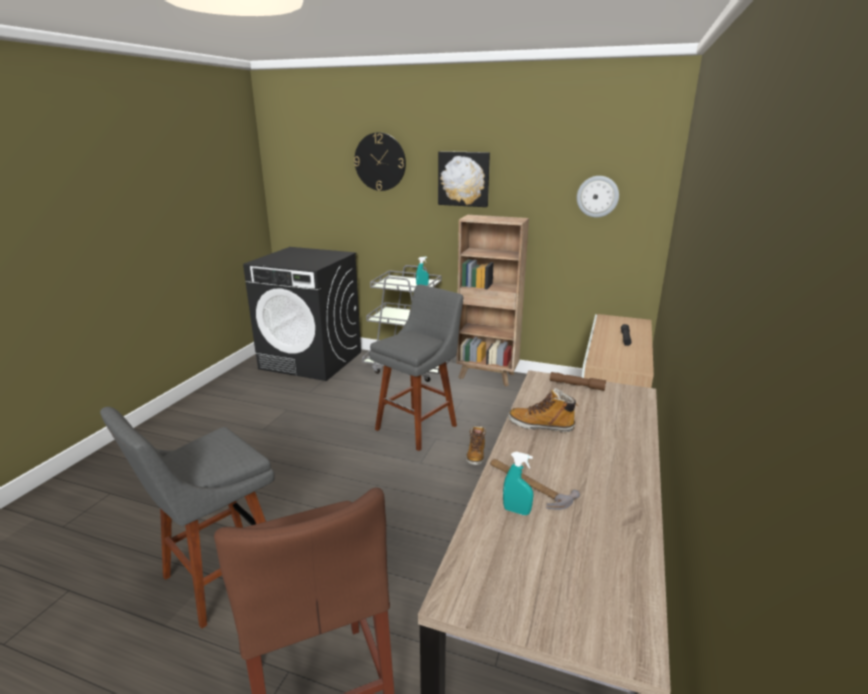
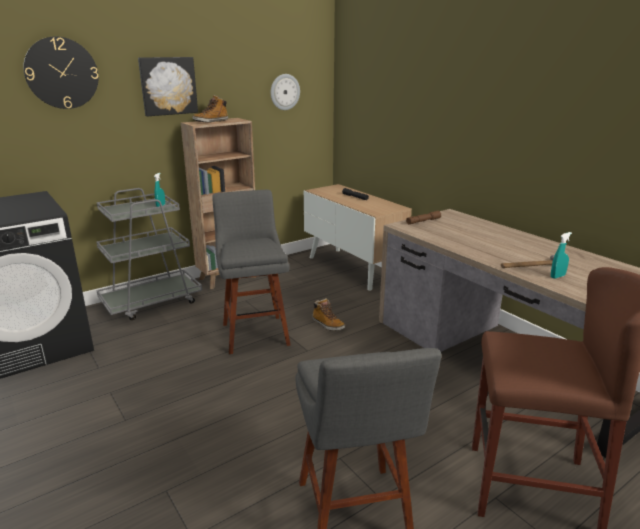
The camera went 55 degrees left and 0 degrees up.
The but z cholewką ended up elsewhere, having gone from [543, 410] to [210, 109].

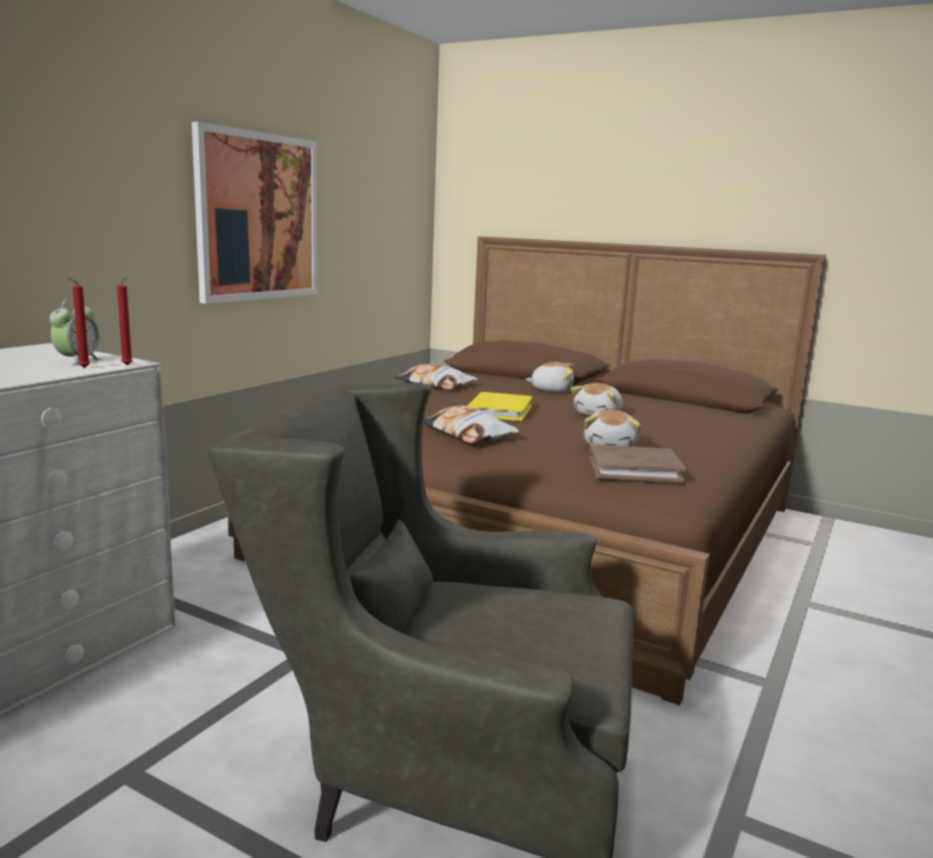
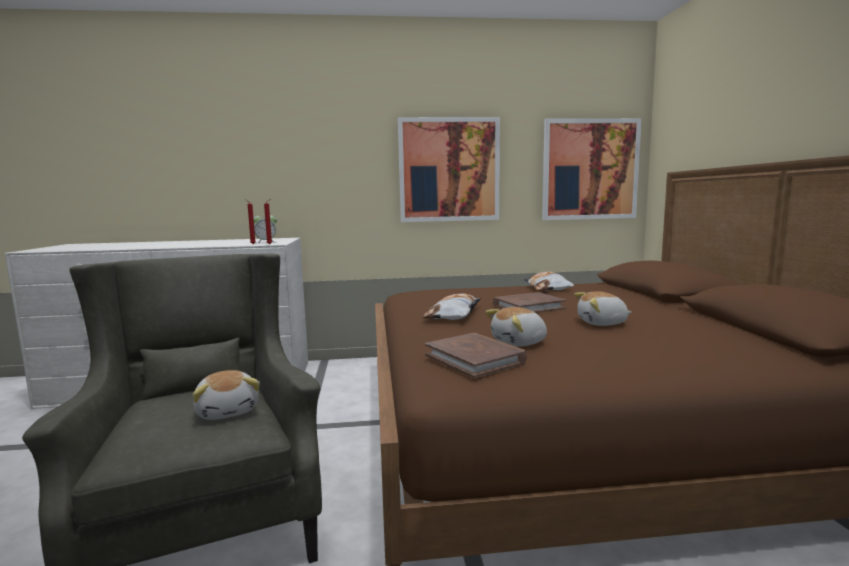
The camera went 55 degrees right and 5 degrees down.
What was the książka (żółty) at [500, 406] turned into the książka (brązowy) at [529, 302].
The pluszak ended up elsewhere, having gone from [550, 377] to [226, 395].
The second view gained the obraz at [592, 169].

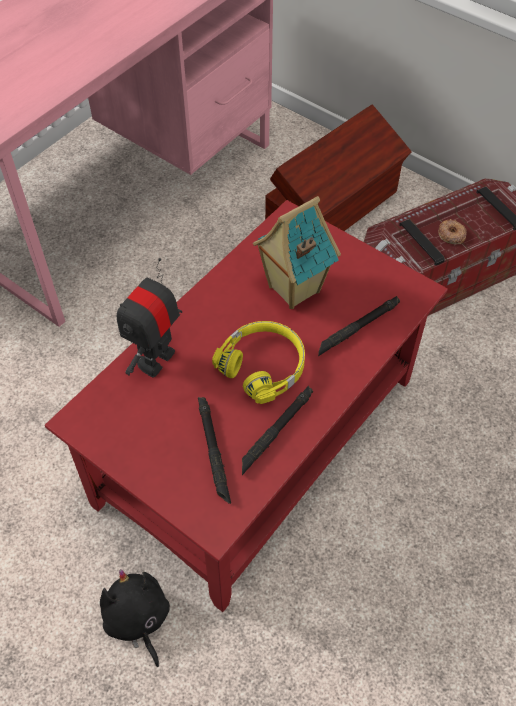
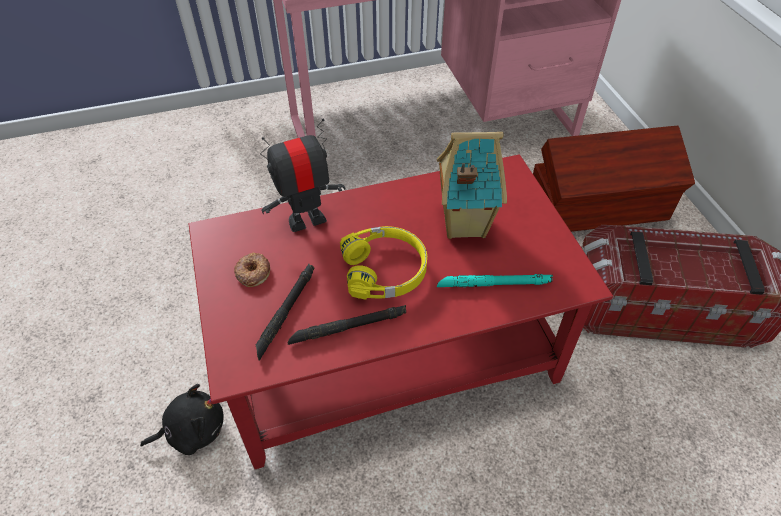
The camera went 35 degrees right and 5 degrees down.
The pluszak (czarny) at [135, 618] ended up facing another way, 60 degrees clockwise from before.
What was the latarka (czarny) at [359, 326] turned into the latarka (turkusowy) at [495, 280].
The donut ended up elsewhere, having gone from [452, 231] to [252, 270].

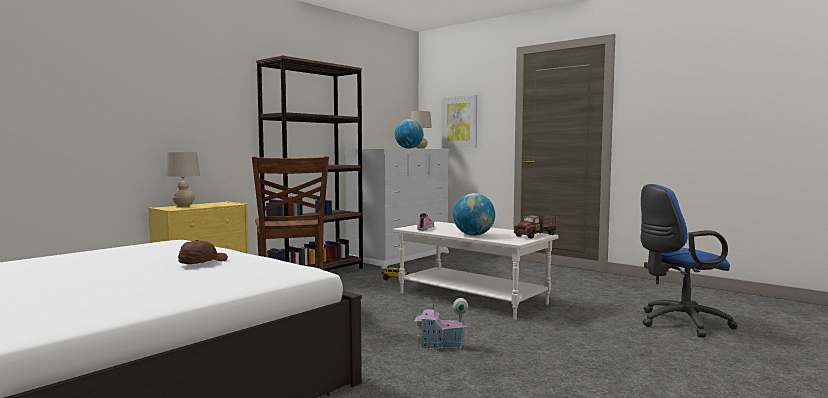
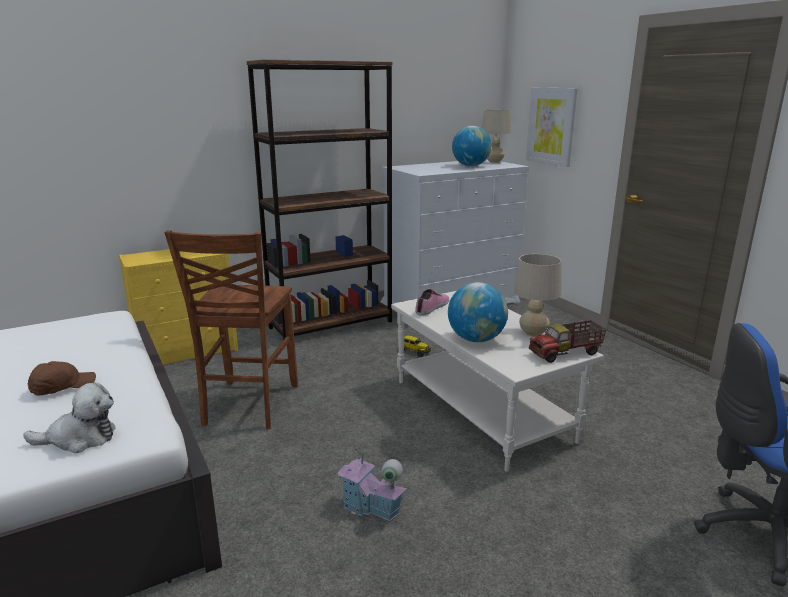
The camera went 20 degrees right and 15 degrees up.
The lampa stołowa (beżowy) ended up elsewhere, having gone from [182, 179] to [537, 295].
The second view gained the pluszak at [69, 418].

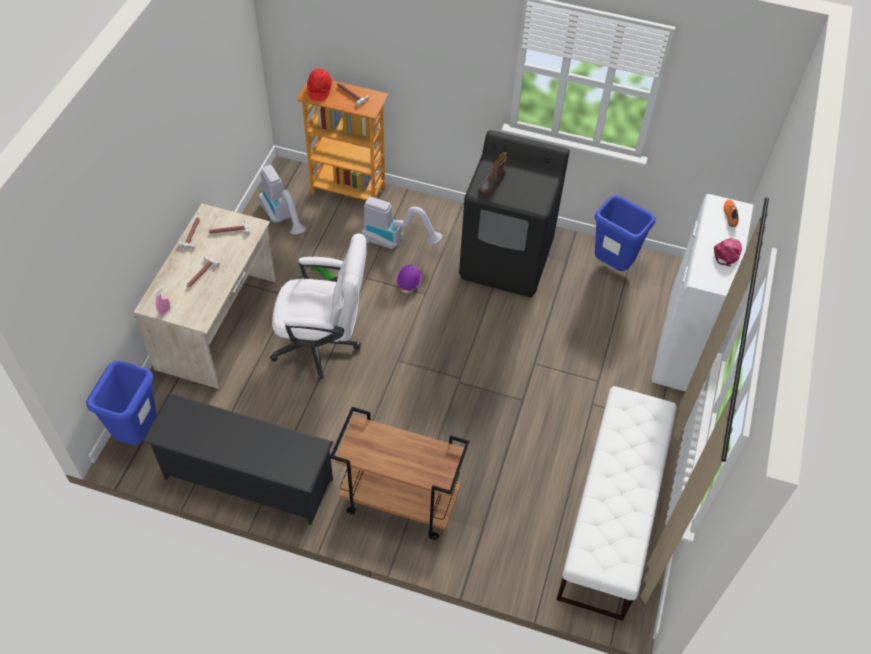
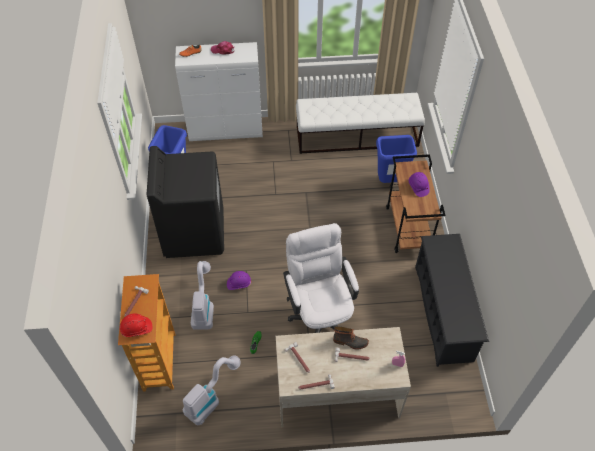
The camera went 110 degrees left and 0 degrees up.
The kosz na śmieci (niebieski) ended up elsewhere, having gone from [121, 403] to [396, 159].
The but z cholewką ended up elsewhere, having gone from [493, 173] to [351, 338].
The second view gained the kask (fioletowy) at [419, 184].

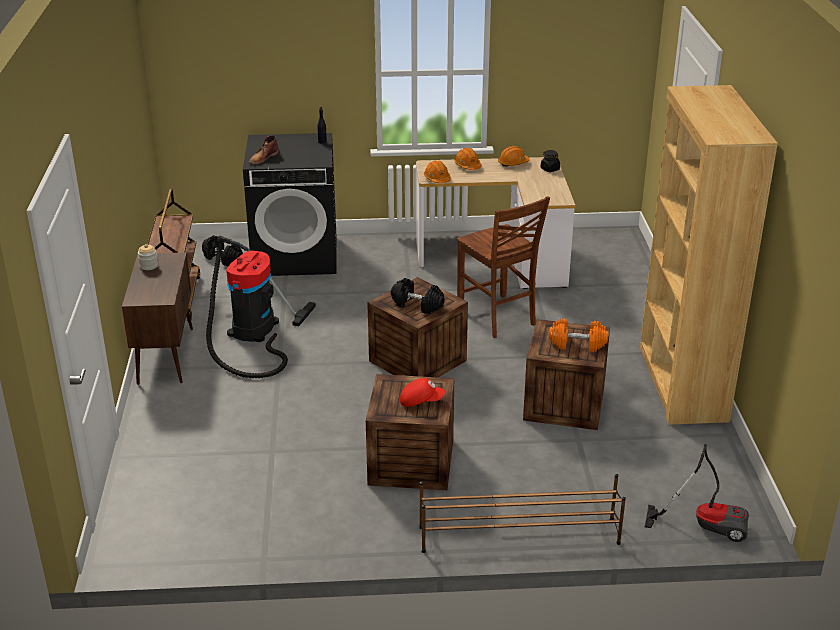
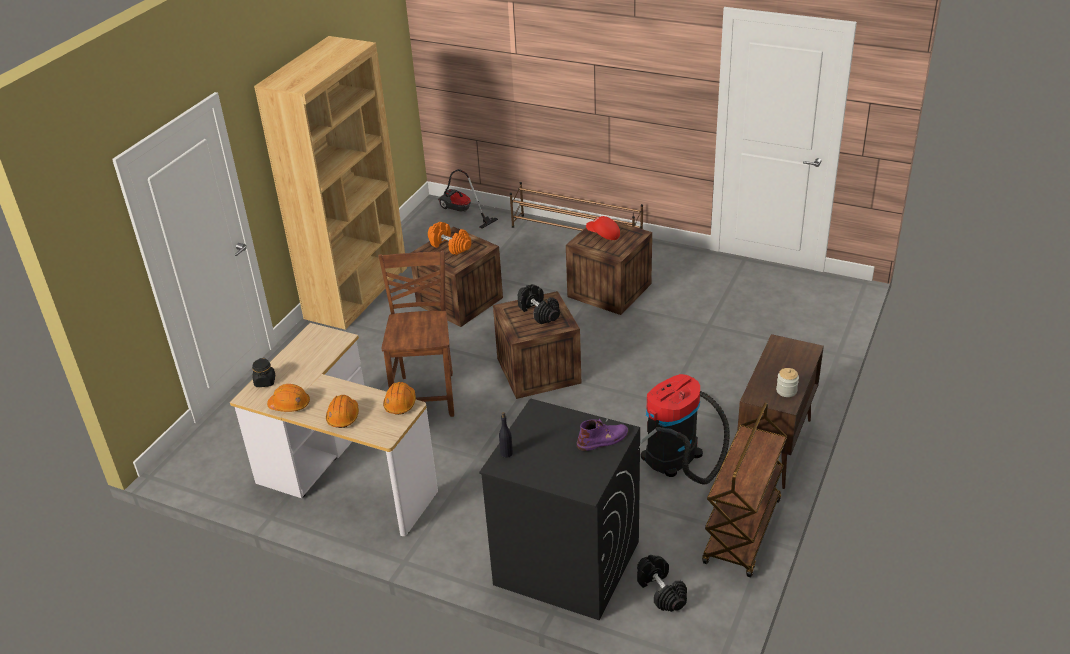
The camera went 150 degrees left and 5 degrees up.
What was the but z cholewką (brązowy) at [264, 150] turned into the but z cholewką (fioletowy) at [603, 435].

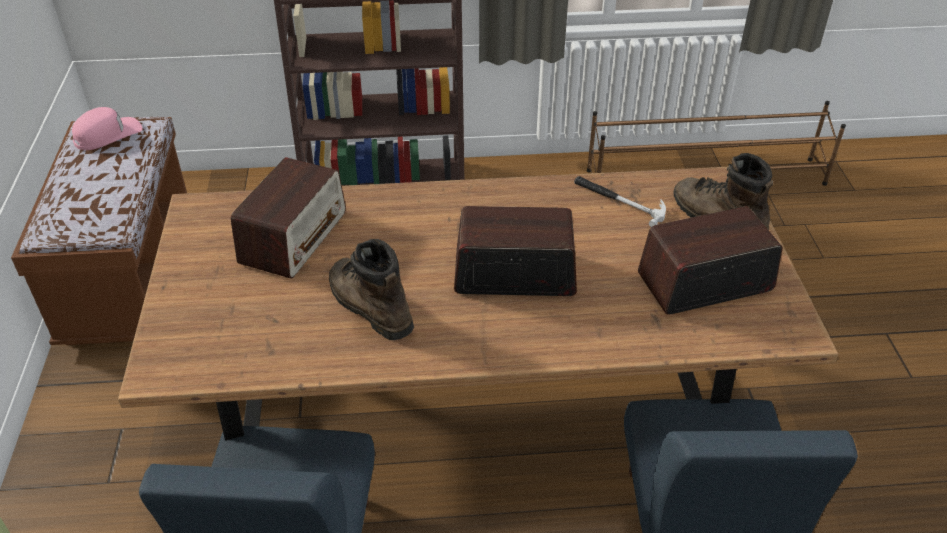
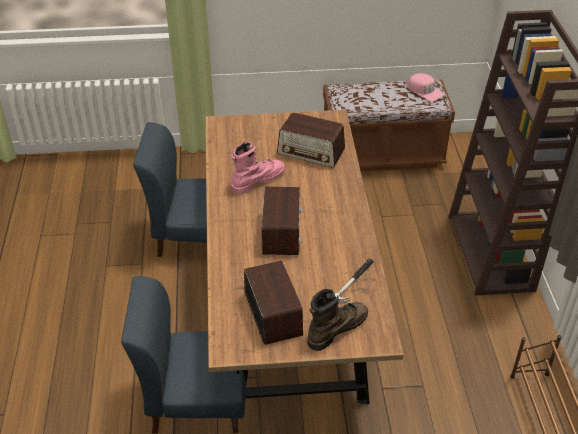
The camera went 90 degrees right and 0 degrees up.
What was the but z cholewką (brązowy) at [371, 289] turned into the but z cholewką (różowy) at [258, 168].

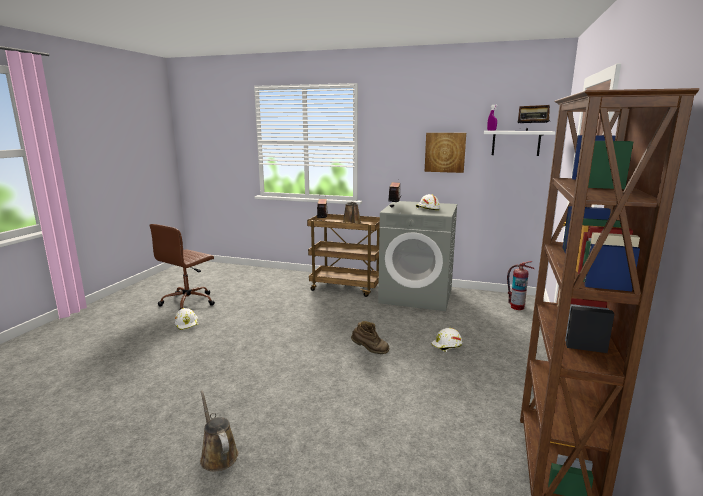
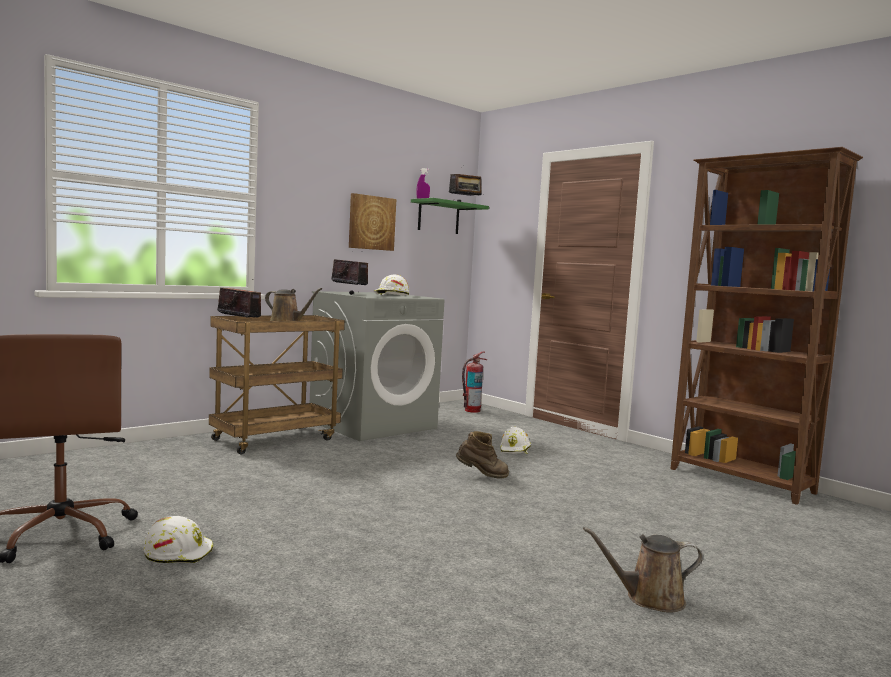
The camera went 60 degrees left and 10 degrees down.
The but z cholewką (brązowy) at [370, 337] ended up facing another way, 45 degrees clockwise from before.
What was the półka (biały) at [519, 143] turned into the półka (zielony) at [450, 216].

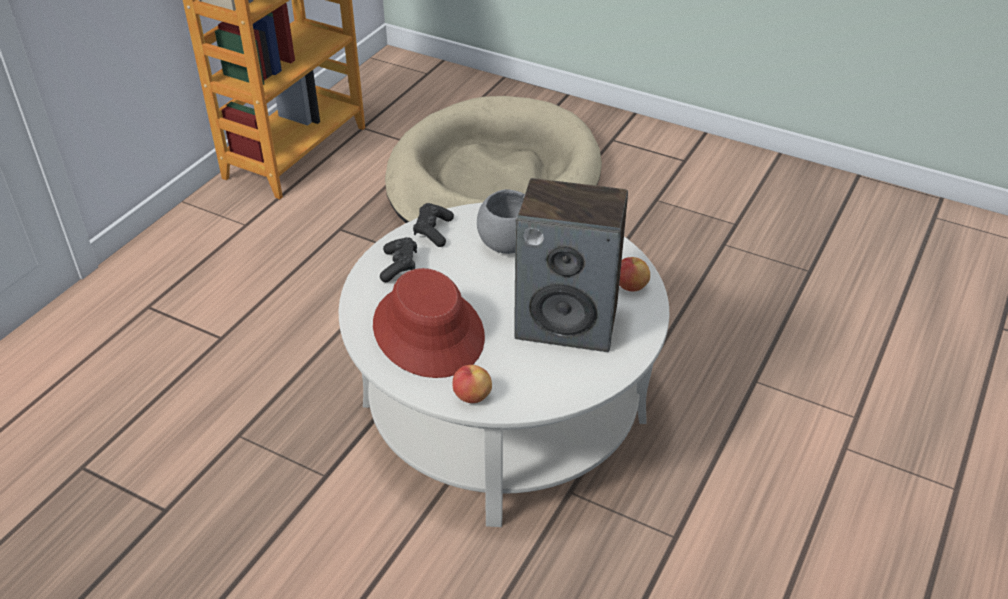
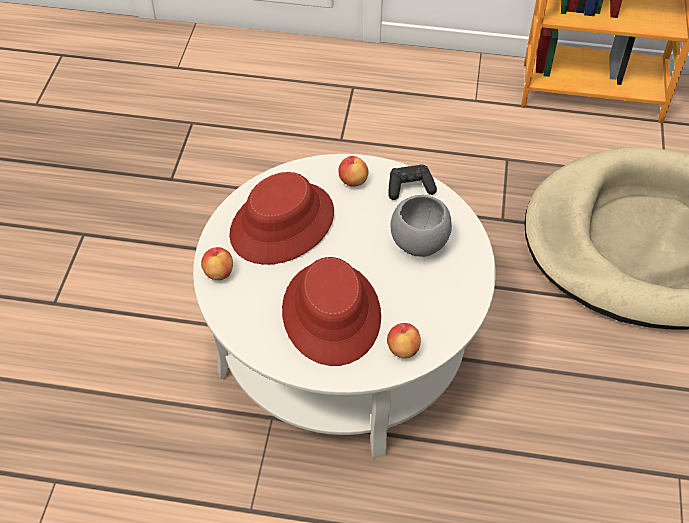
The camera went 70 degrees right and 10 degrees up.
Where the pad do gier (czarny) stood at [398, 259], the jabłko came to stand at [353, 171].
Where the głośnik stood at [571, 265], the kapelusz (czerwony) came to stand at [331, 311].

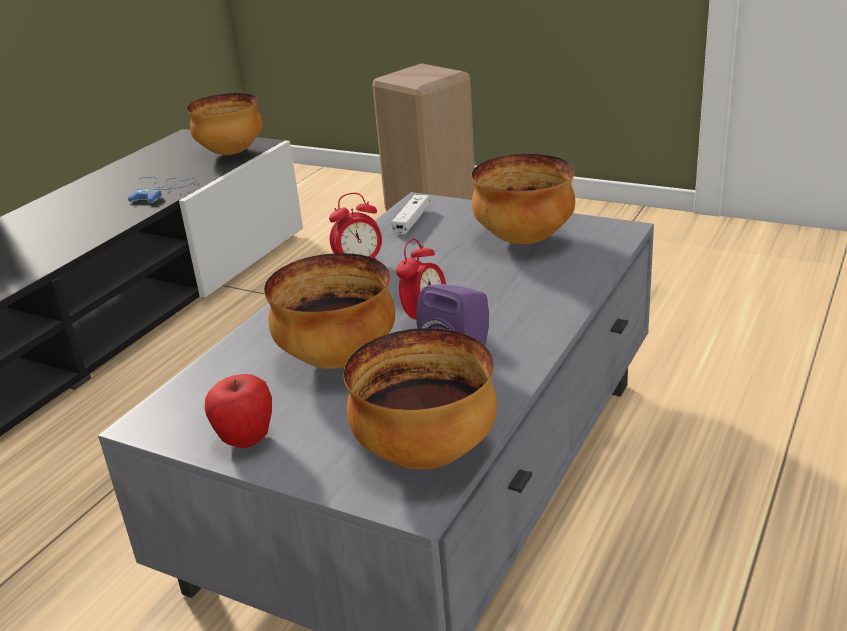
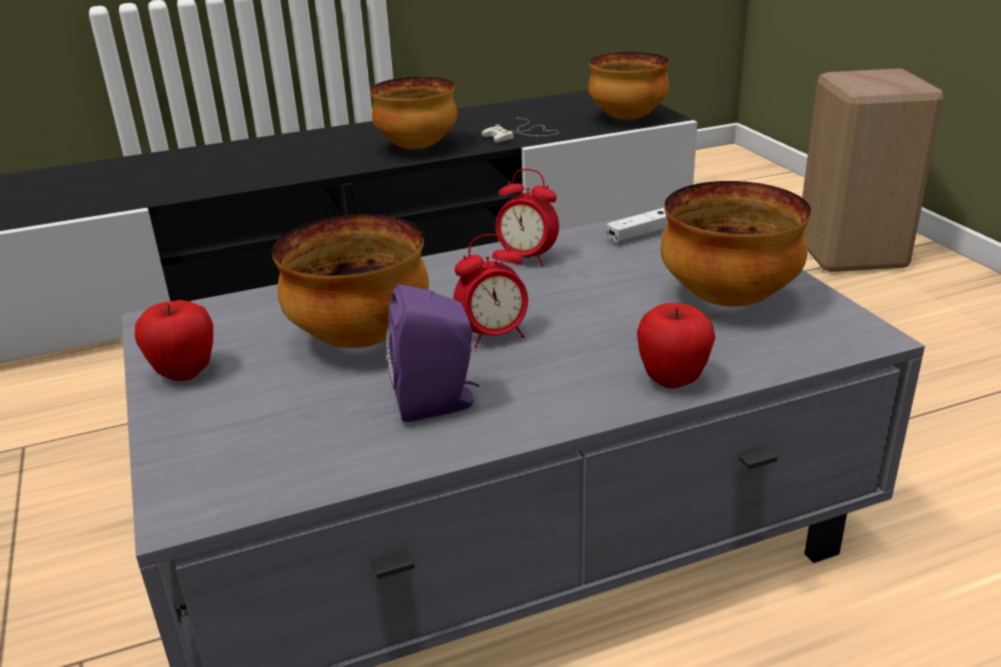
The camera went 40 degrees right and 0 degrees up.
What was the pad do gier (niebieski) at [162, 190] turned into the pad do gier (biały) at [520, 130].
The miska ended up elsewhere, having gone from [420, 399] to [413, 113].
The second view gained the jabłko at [676, 345].

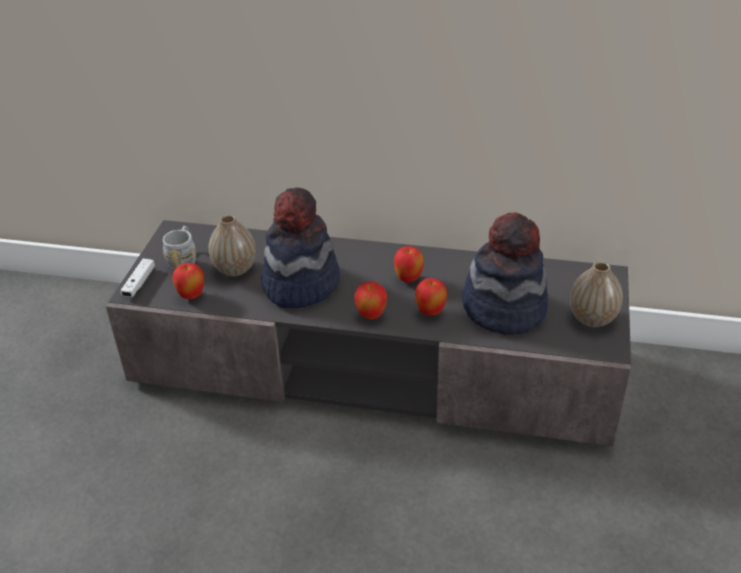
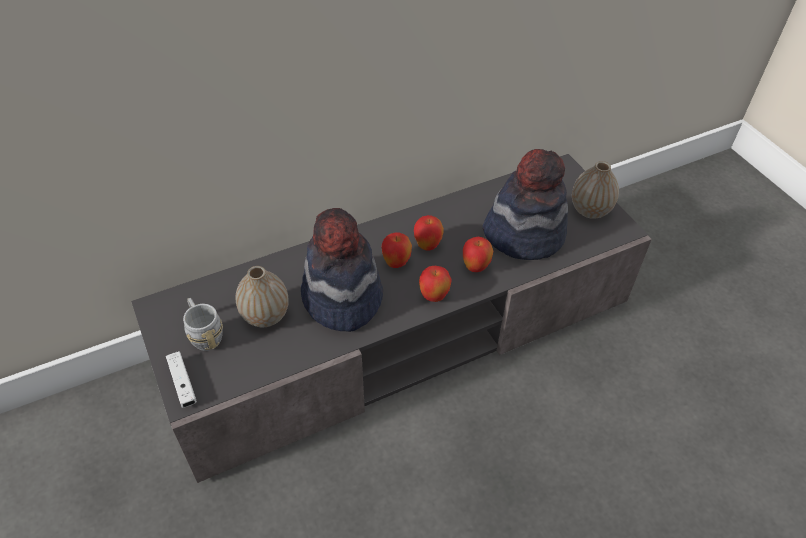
The camera went 40 degrees left and 10 degrees up.
The jabłko ended up elsewhere, having gone from [188, 281] to [397, 250].

